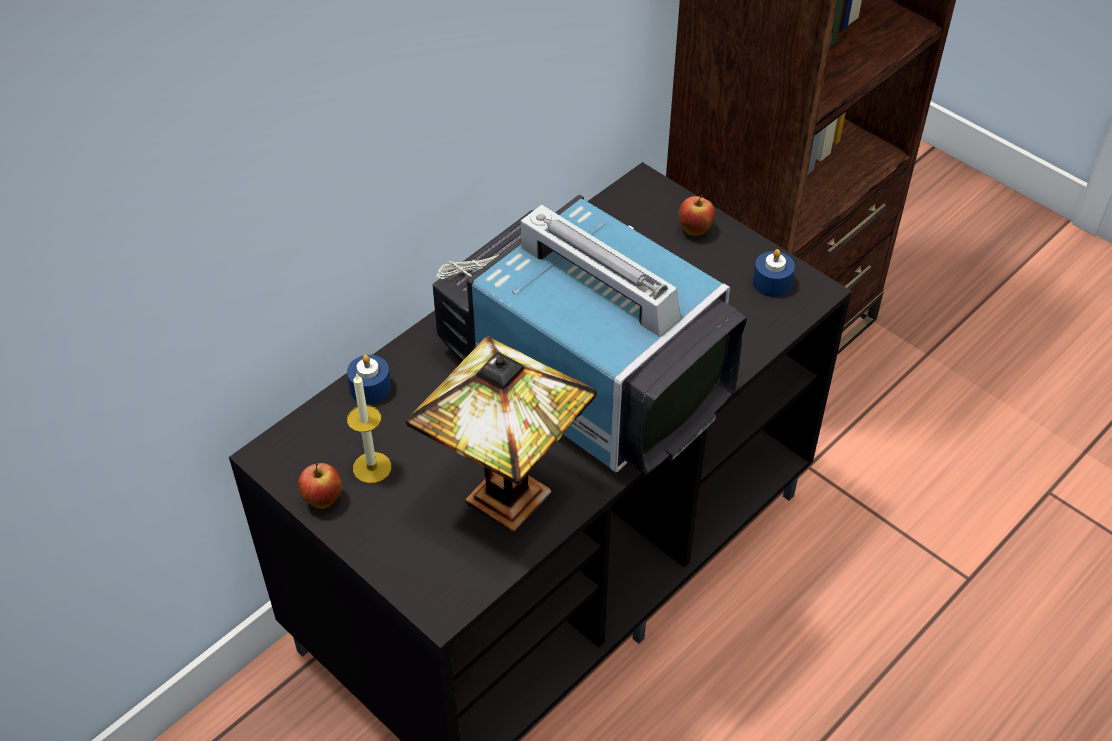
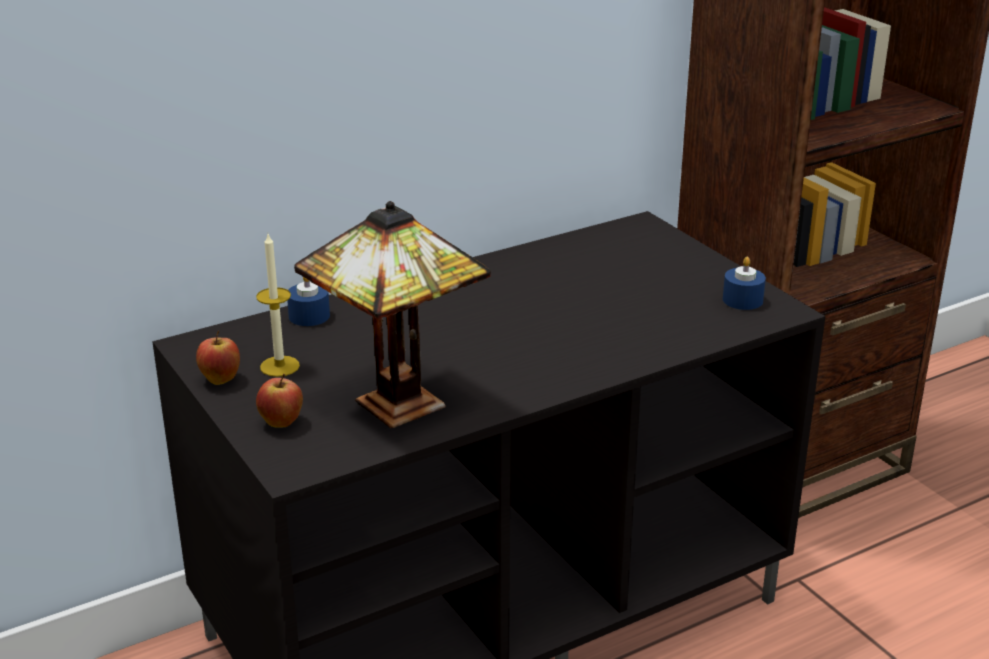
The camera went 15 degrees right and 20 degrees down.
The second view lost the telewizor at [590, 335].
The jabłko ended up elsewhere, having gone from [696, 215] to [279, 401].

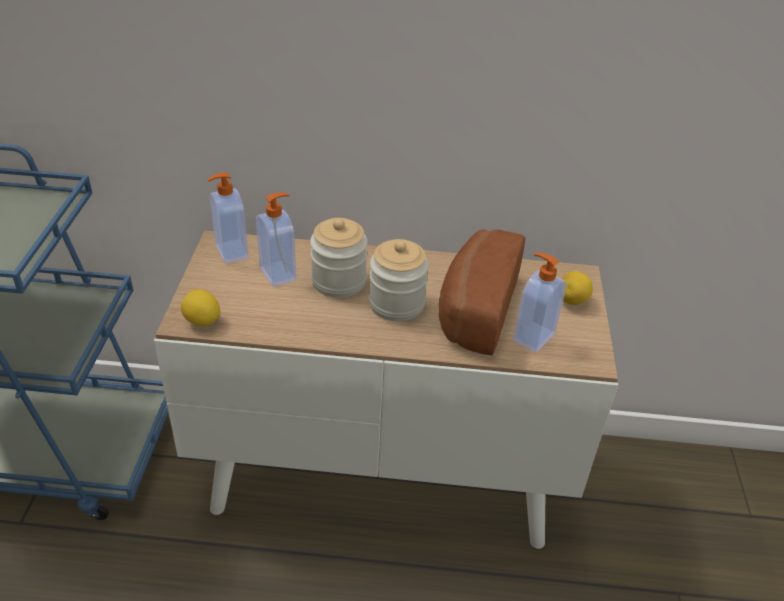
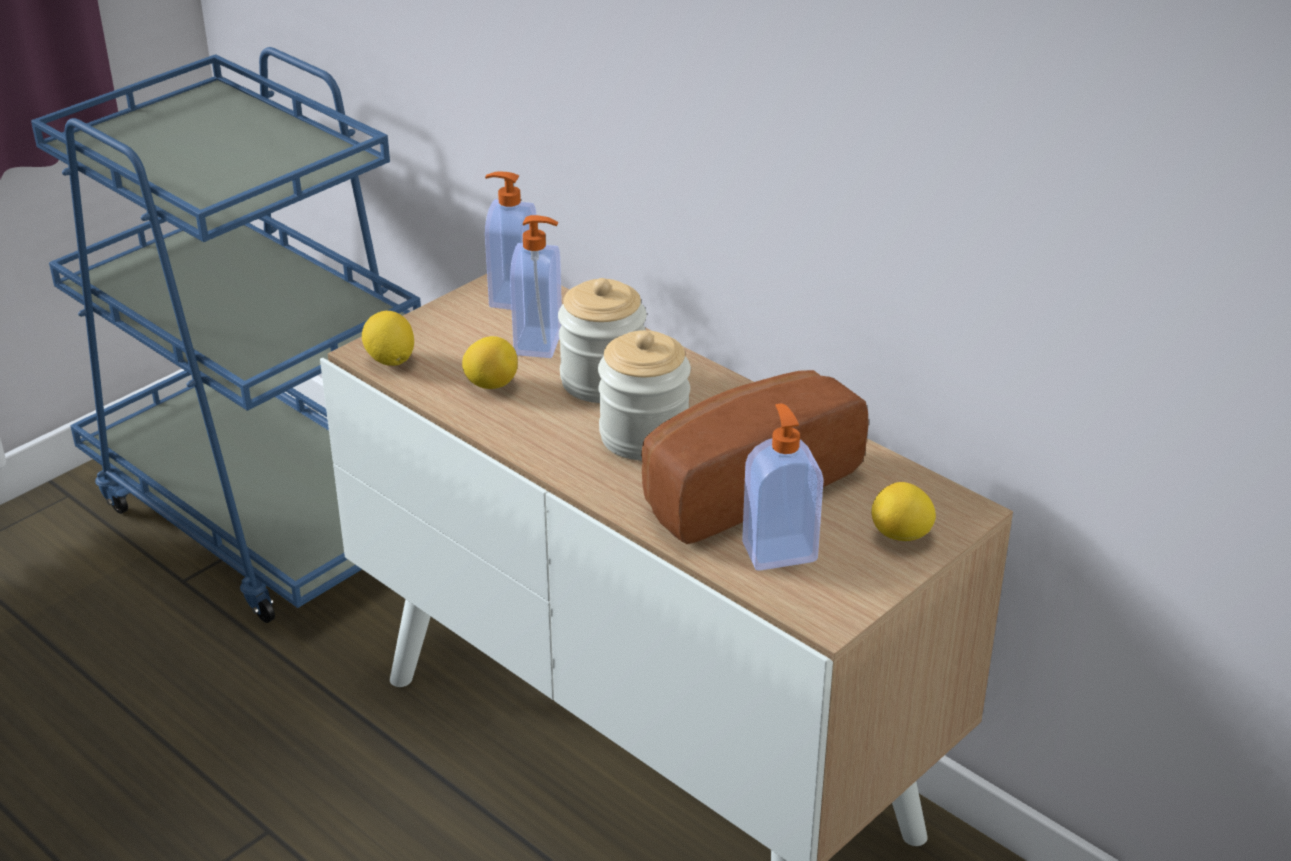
The camera went 40 degrees right and 5 degrees down.
The second view gained the cytryna at [490, 362].

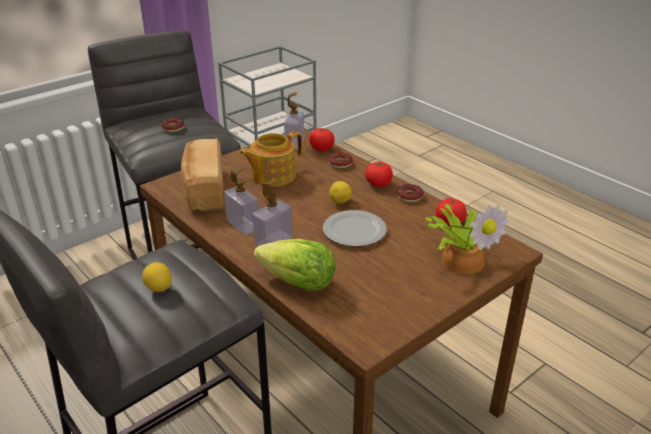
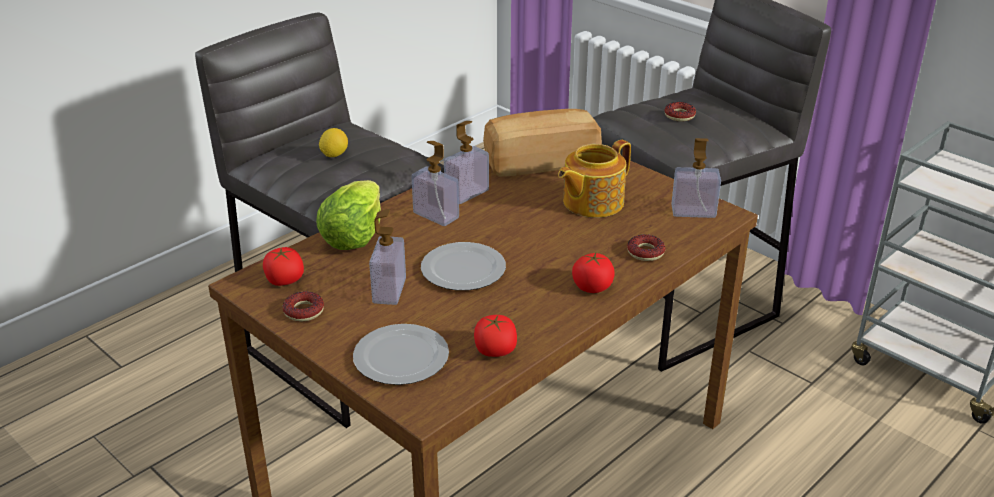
The camera went 85 degrees right and 0 degrees up.
The imbryk at [271, 159] ended up facing another way, 90 degrees counterclockwise from before.
The pomidor ended up elsewhere, having gone from [322, 139] to [283, 266].
The second view lost the cytryna at [340, 192].
The donut ended up elsewhere, having gone from [410, 193] to [303, 306].
Where the roślina doniczkowa stood at [466, 239], the talerz came to stand at [401, 354].
The second view gained the dozownik mydła at [387, 257].

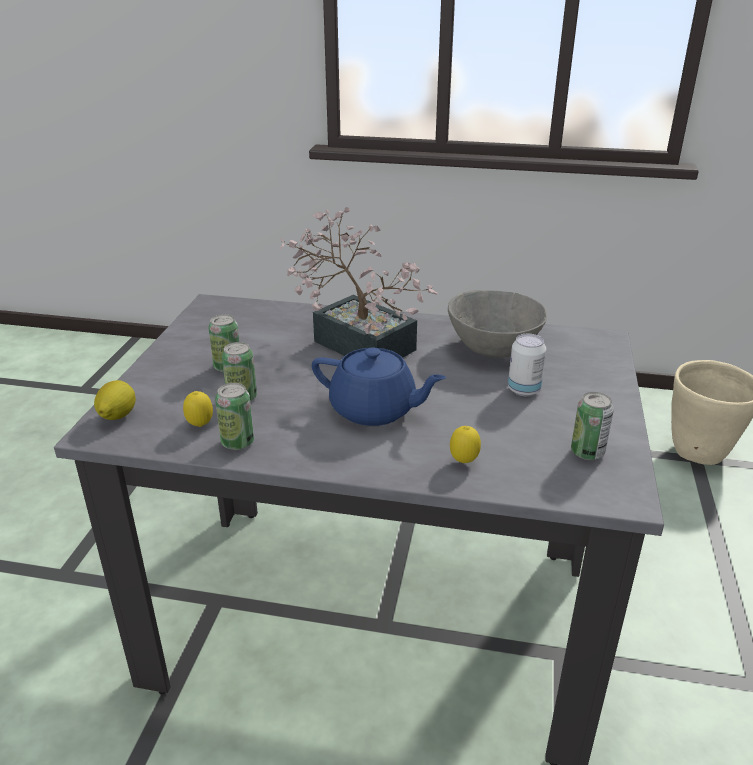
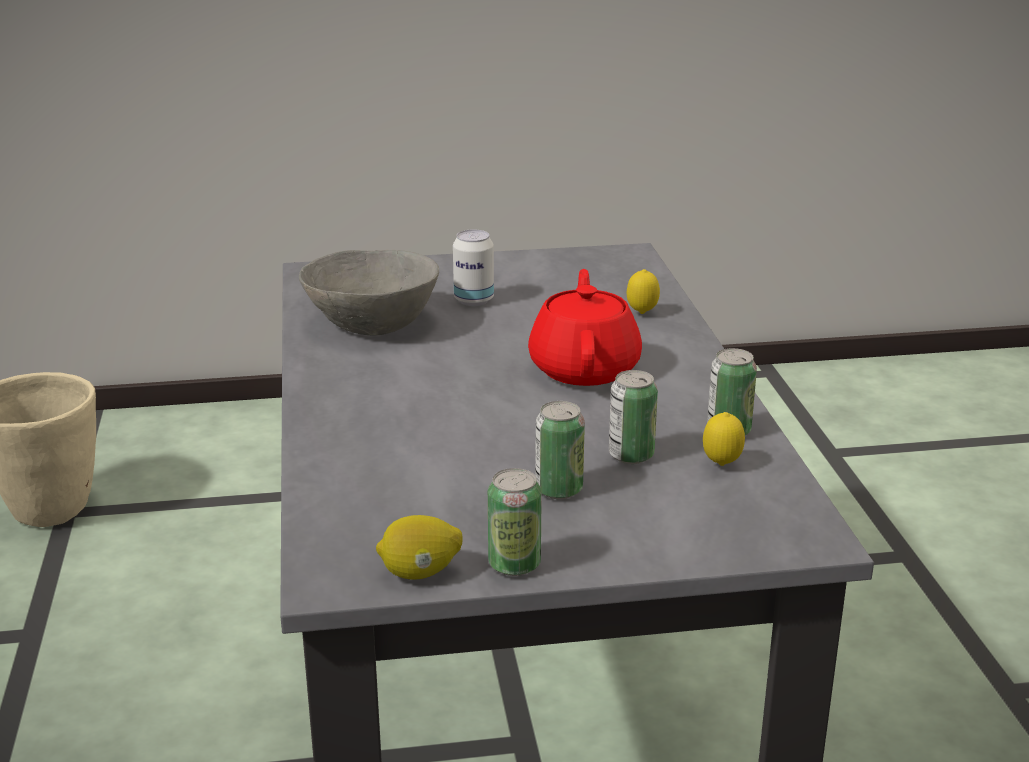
The camera went 110 degrees left and 5 degrees down.
The cytryna ended up elsewhere, having gone from [115, 400] to [419, 547].
The second view lost the roślina doniczkowa at [358, 282].
What was the imbryk (niebieski) at [379, 386] turned into the imbryk (czerwony) at [585, 327].
The puszka ended up elsewhere, having gone from [592, 426] to [515, 522].

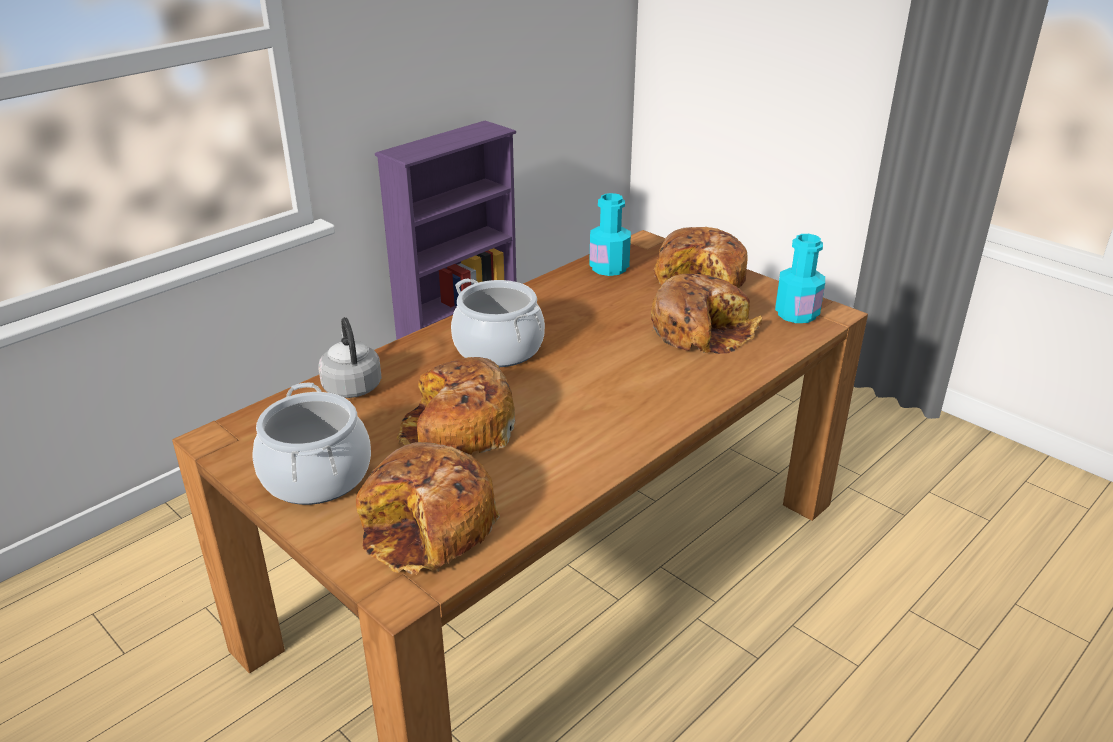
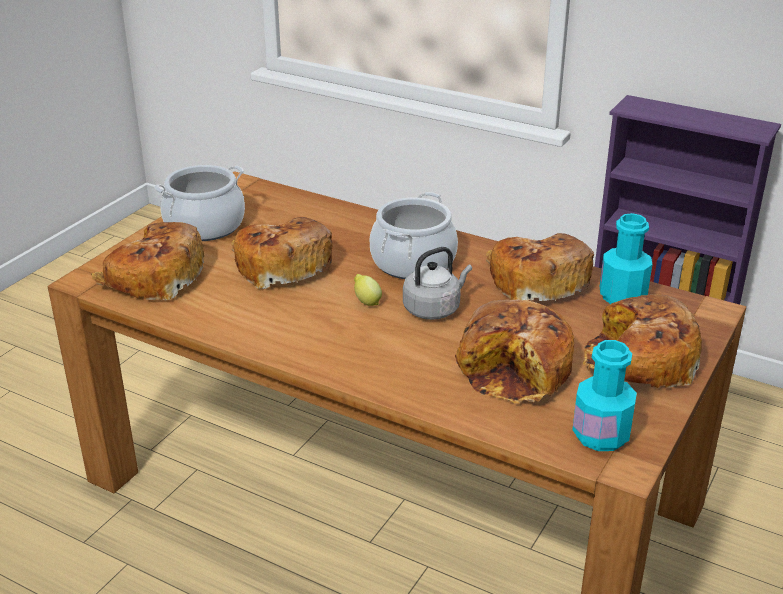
The camera went 75 degrees right and 0 degrees up.
The czajnik (szary) ended up elsewhere, having gone from [350, 357] to [437, 283].
The second view gained the cytryna at [368, 290].
The second view gained the chleb at [540, 267].

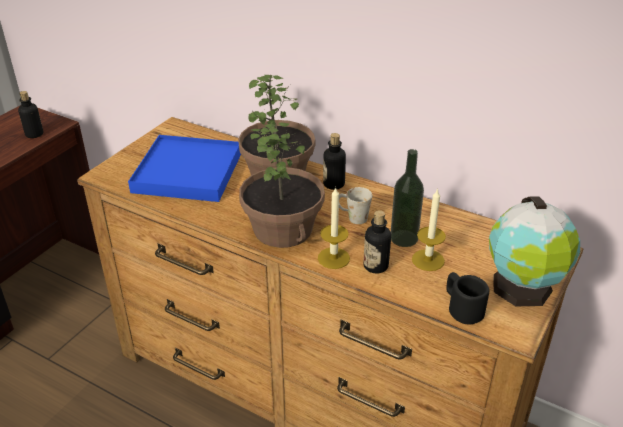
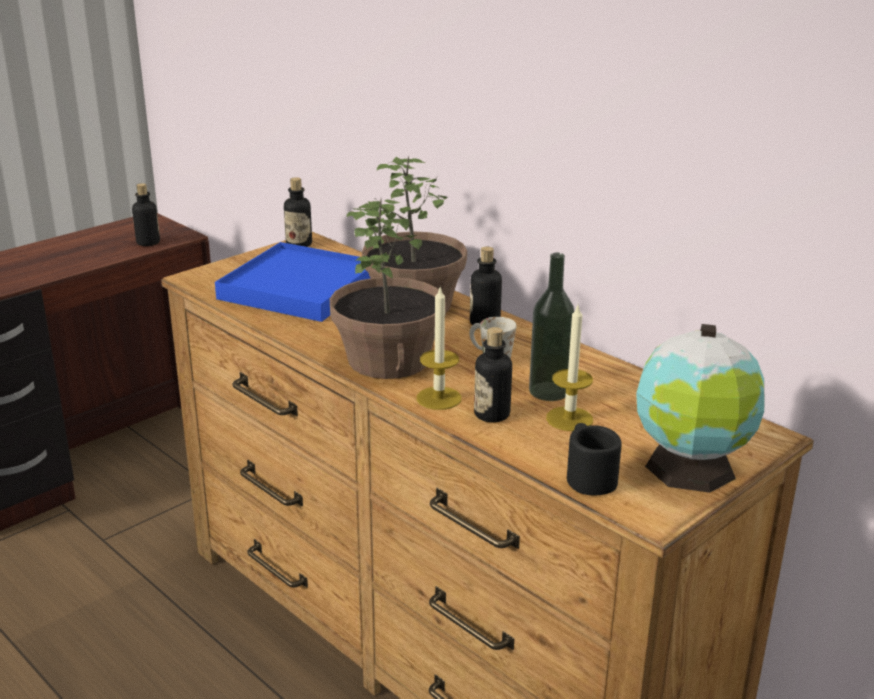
The camera went 15 degrees right and 10 degrees down.
The second view gained the butelka at [298, 212].

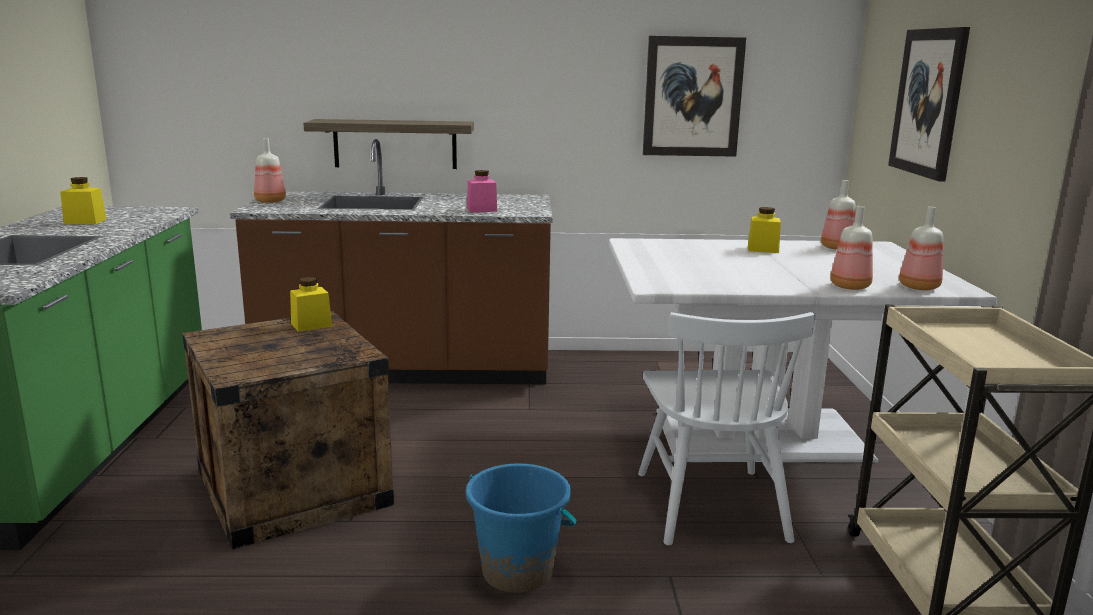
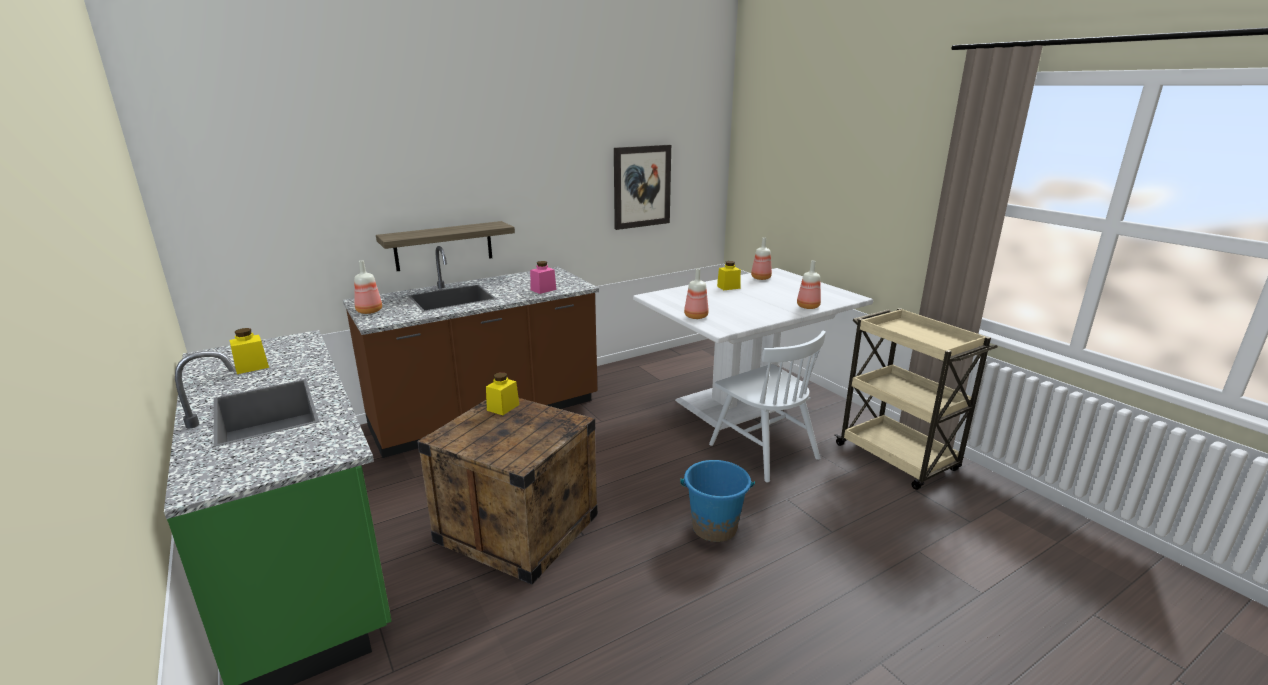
The camera went 30 degrees left and 5 degrees up.
The second view lost the obraz at [929, 104].
The butelka ended up elsewhere, having gone from [921, 248] to [696, 293].

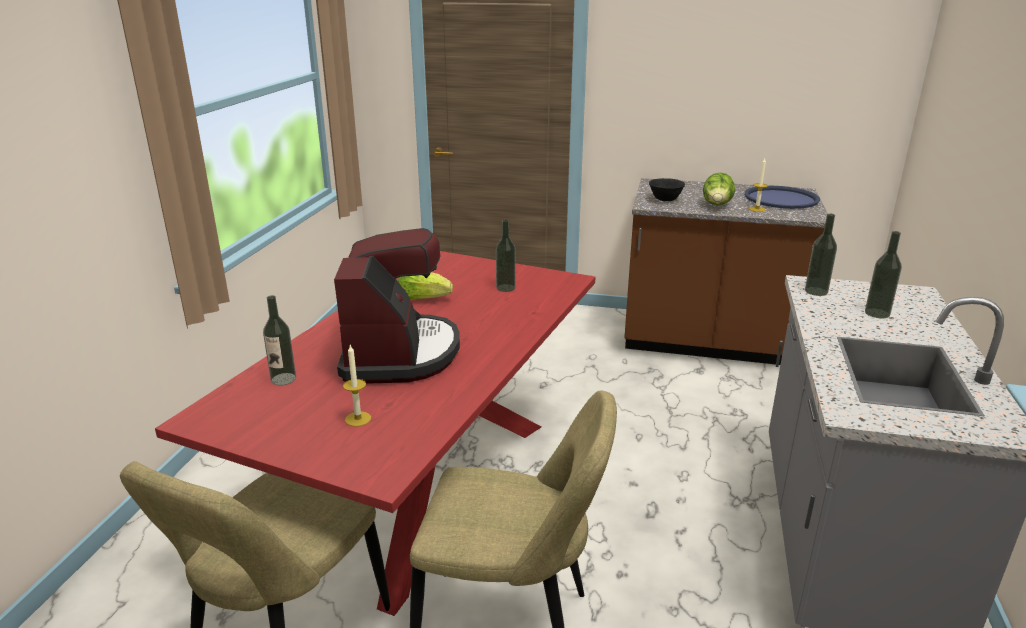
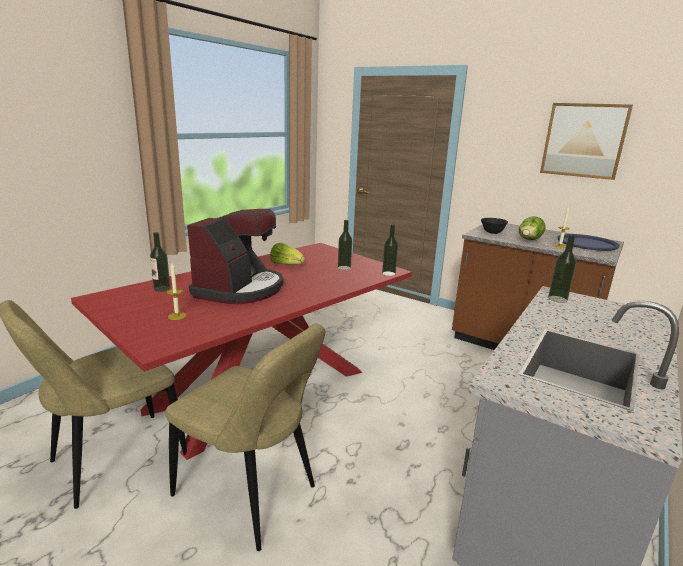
The camera went 20 degrees right and 5 degrees down.
The butelka ended up elsewhere, having gone from [883, 274] to [390, 250].
The second view gained the obraz at [586, 141].

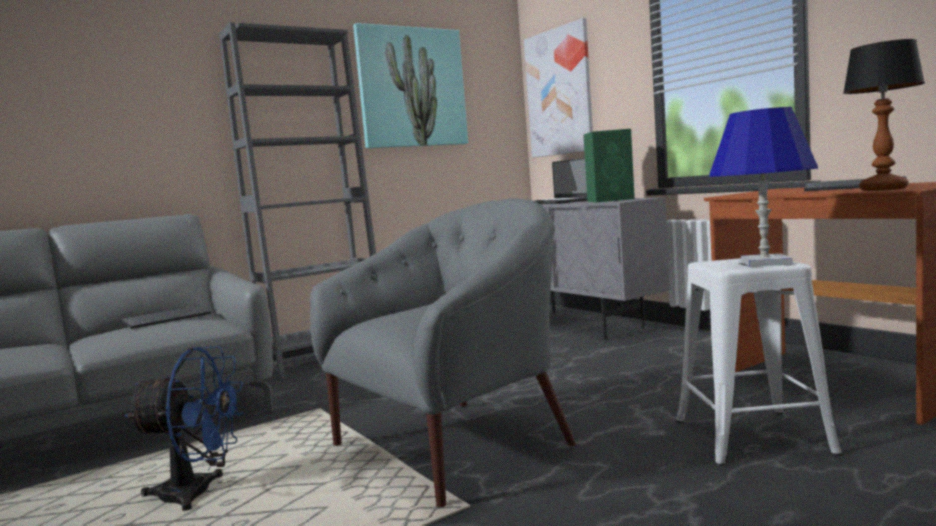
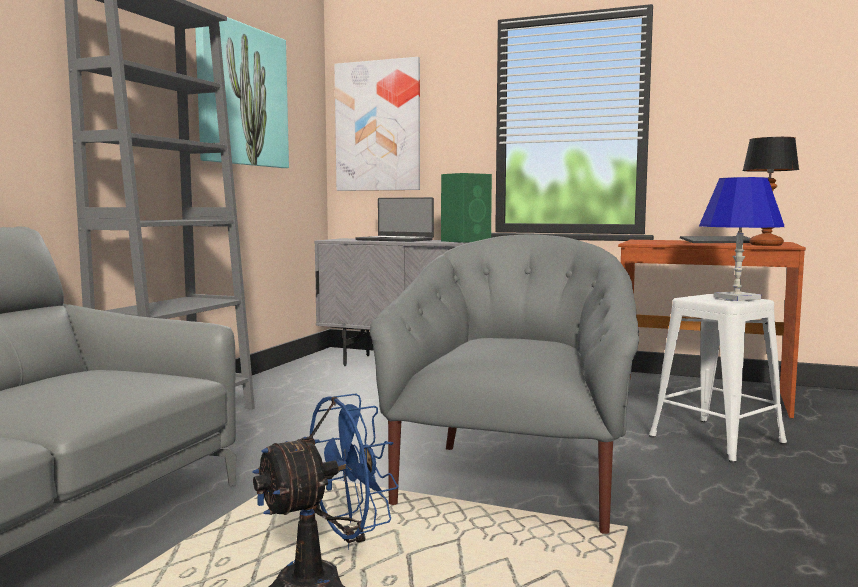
The camera went 35 degrees left and 0 degrees up.
The second view lost the klawiatura at [166, 317].

